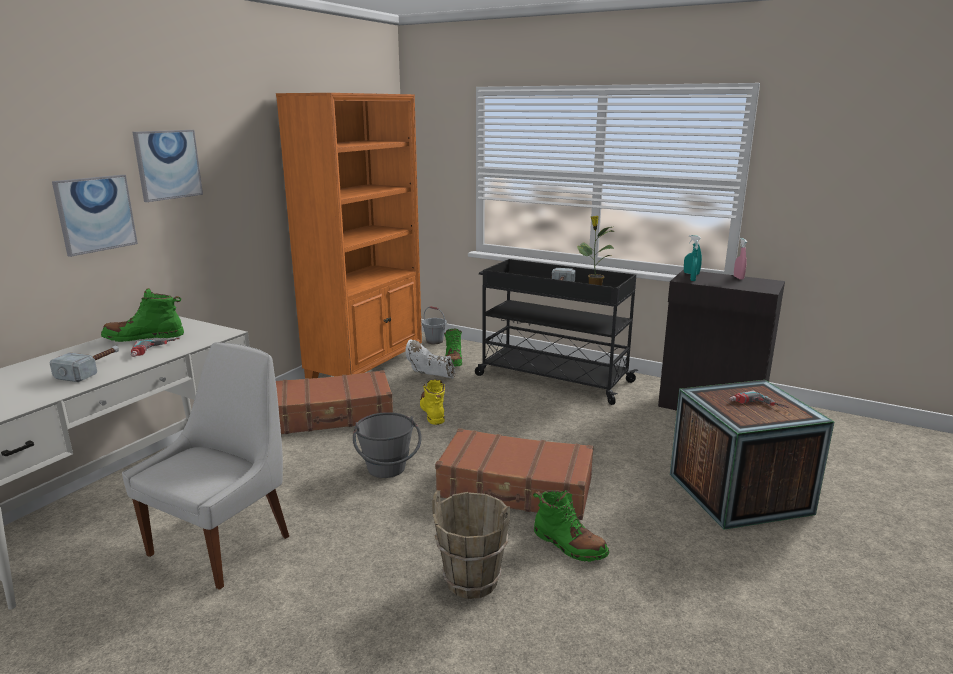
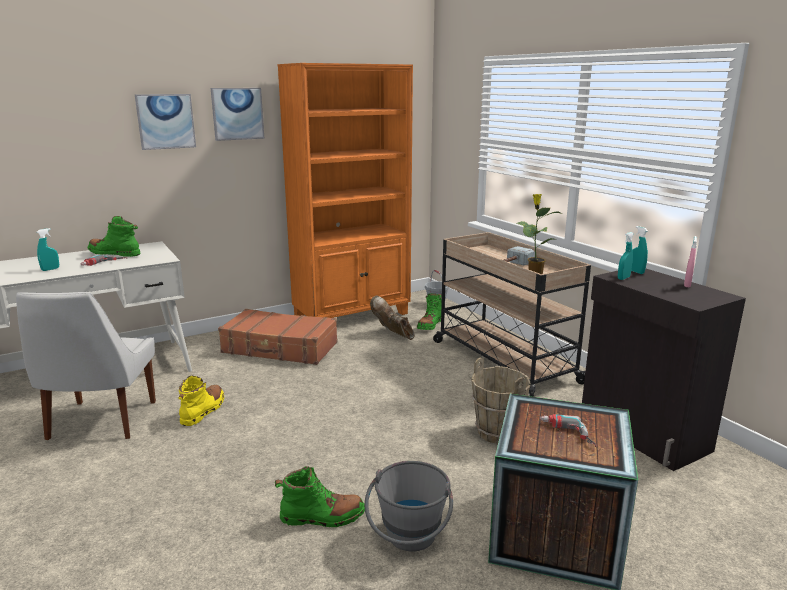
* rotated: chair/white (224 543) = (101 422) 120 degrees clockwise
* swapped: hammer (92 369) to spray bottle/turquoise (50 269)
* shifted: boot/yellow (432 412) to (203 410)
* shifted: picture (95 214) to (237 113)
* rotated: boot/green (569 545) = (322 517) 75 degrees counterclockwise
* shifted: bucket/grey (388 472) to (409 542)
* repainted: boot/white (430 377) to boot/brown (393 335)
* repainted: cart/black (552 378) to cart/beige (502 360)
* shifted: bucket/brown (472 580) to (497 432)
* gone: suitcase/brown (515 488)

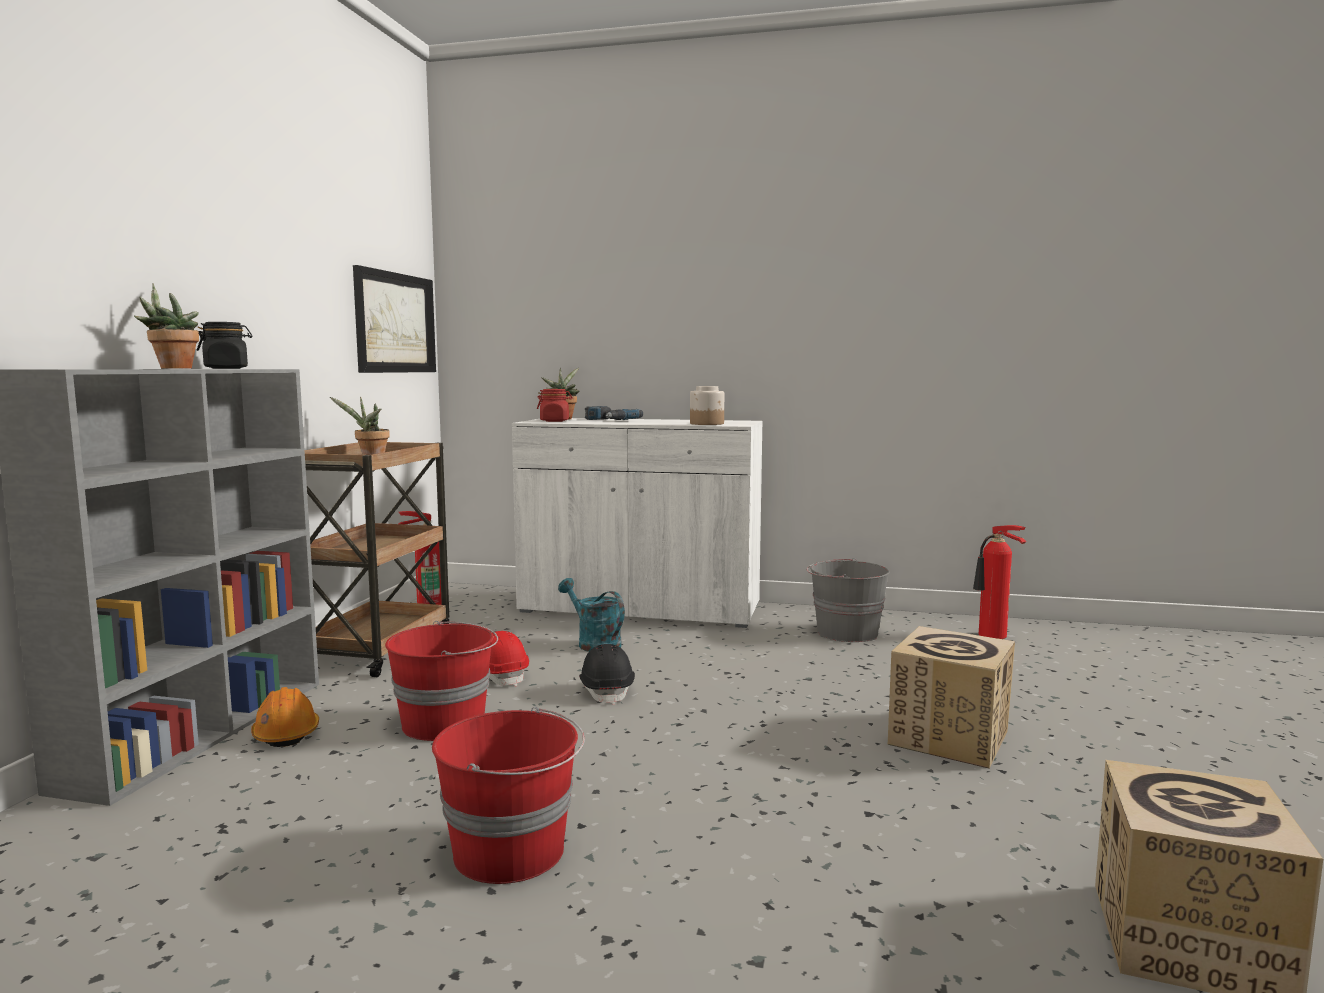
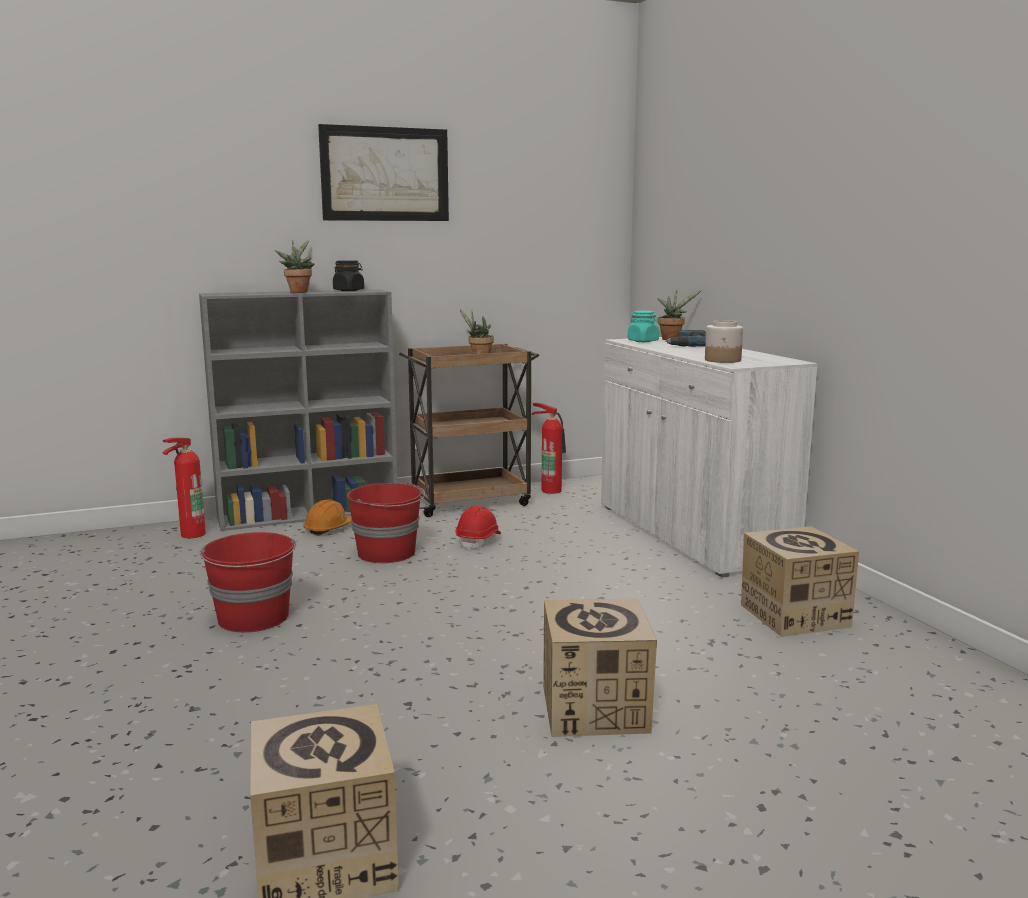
* shifted: fire extinguisher (992 636) to (190 535)
* shifted: picture (395 323) to (385 174)
* repainted: jar/red (555 421) to jar/turquoise (643 341)
* swapped: bucket/grey (845 632) to cardboard box (793 615)
* gone: watering can/turquoise (594 643)
* gone: hard hat/black (607 691)

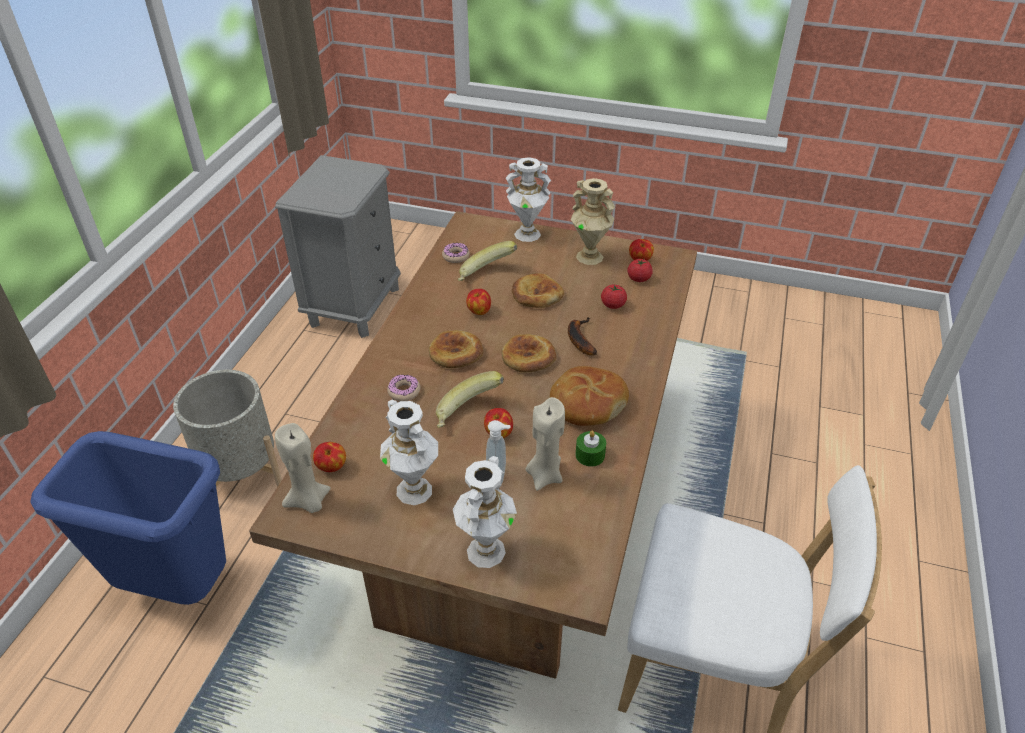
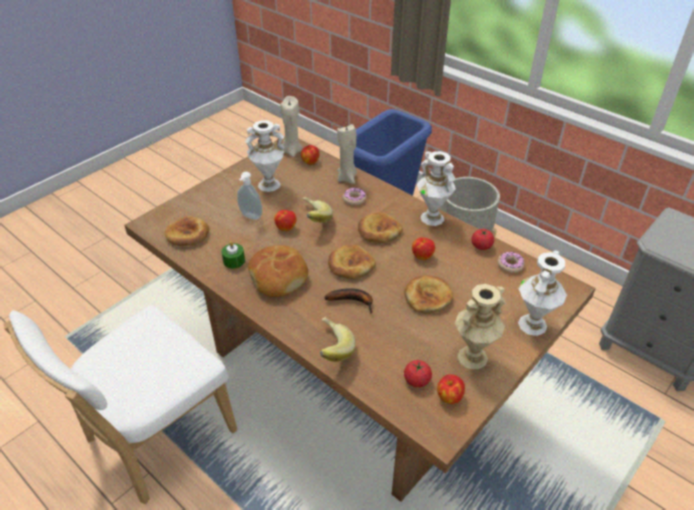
* new: bread (188 234)
* shifted: banana (486 276) to (330 349)
* shifted: candle/beige (545 476) to (347 178)
* shifted: vase/white (485 550) to (432 218)
* shifted: tomato (613 305) to (481 246)

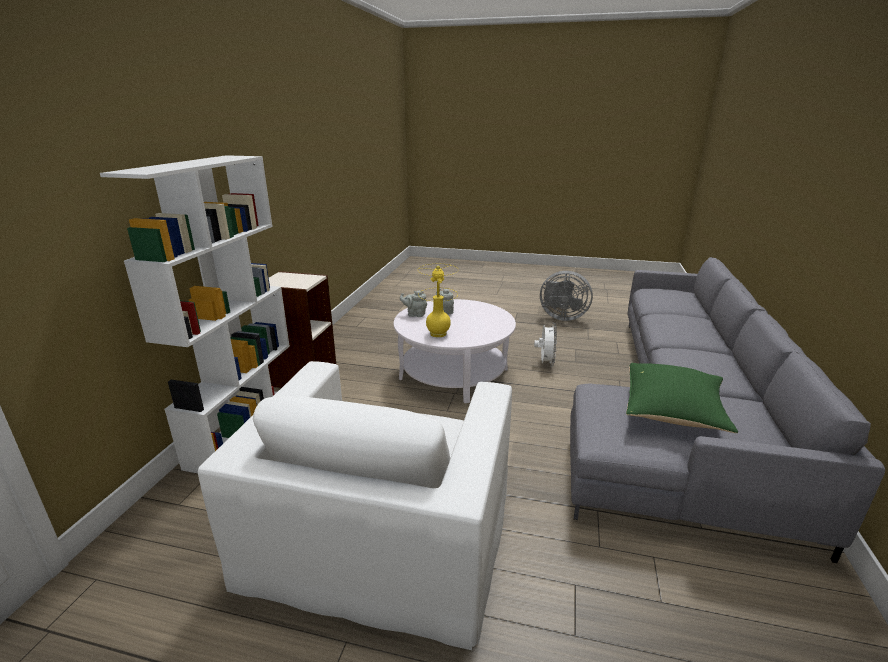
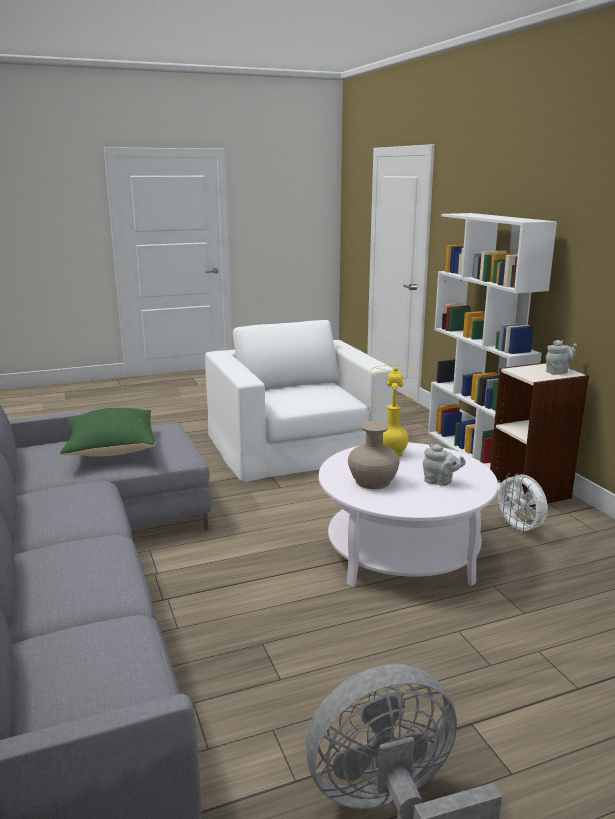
* new: vase/beige (373 481)
* shifted: fan/white (545 363) to (519 530)
* shifted: teapot/grey (415 314) to (558 372)

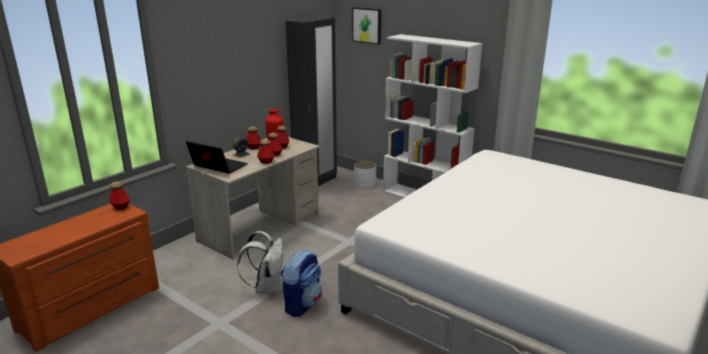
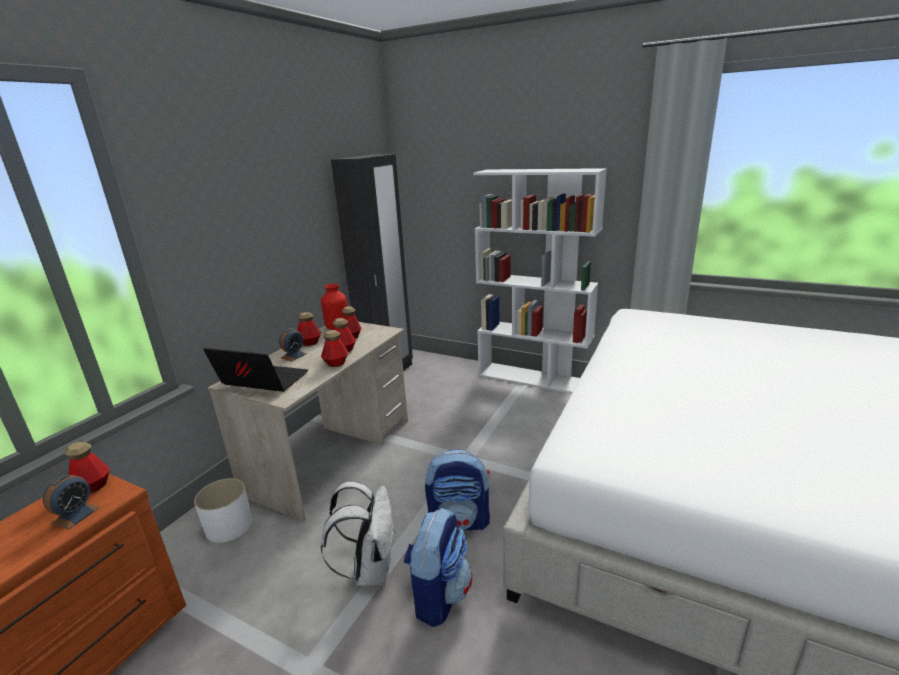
* new: alarm clock (76 515)
* shifted: planter/white (365 183) to (229 526)
* new: backpack (459 521)
* gone: picture (367 25)

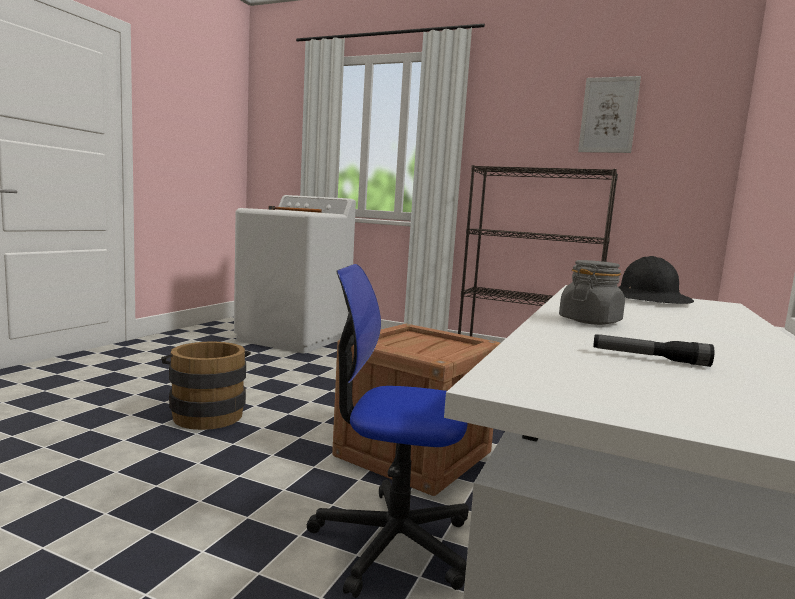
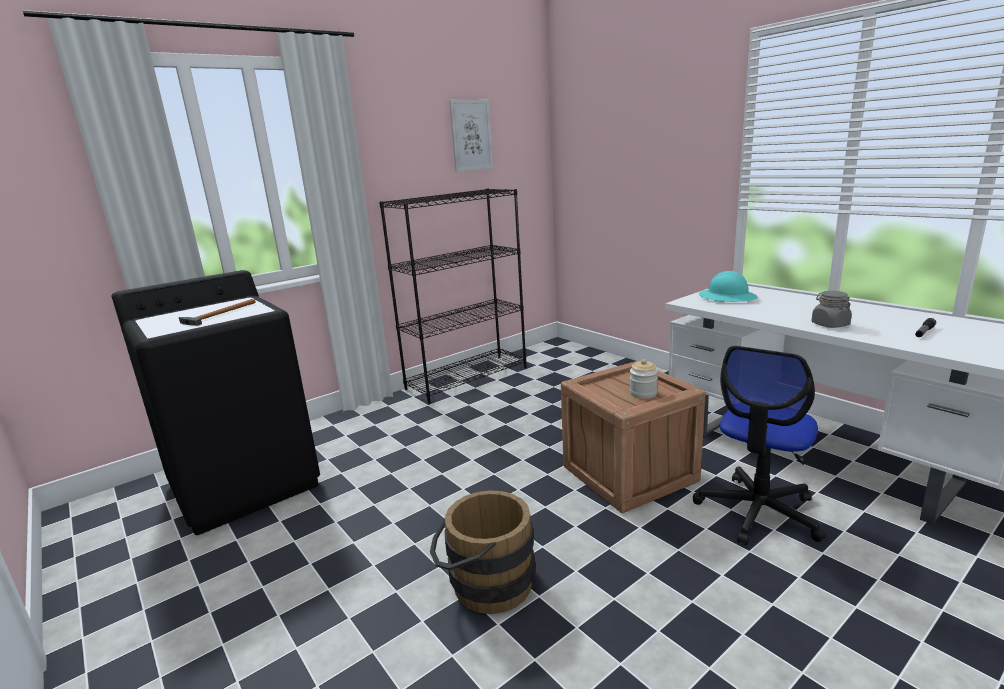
* repainted: washing machine/white (294 338) to washing machine/black (245 483)
* new: jar (643 393)
* repainted: hard hat/black (648 299) to hard hat/turquoise (727 297)

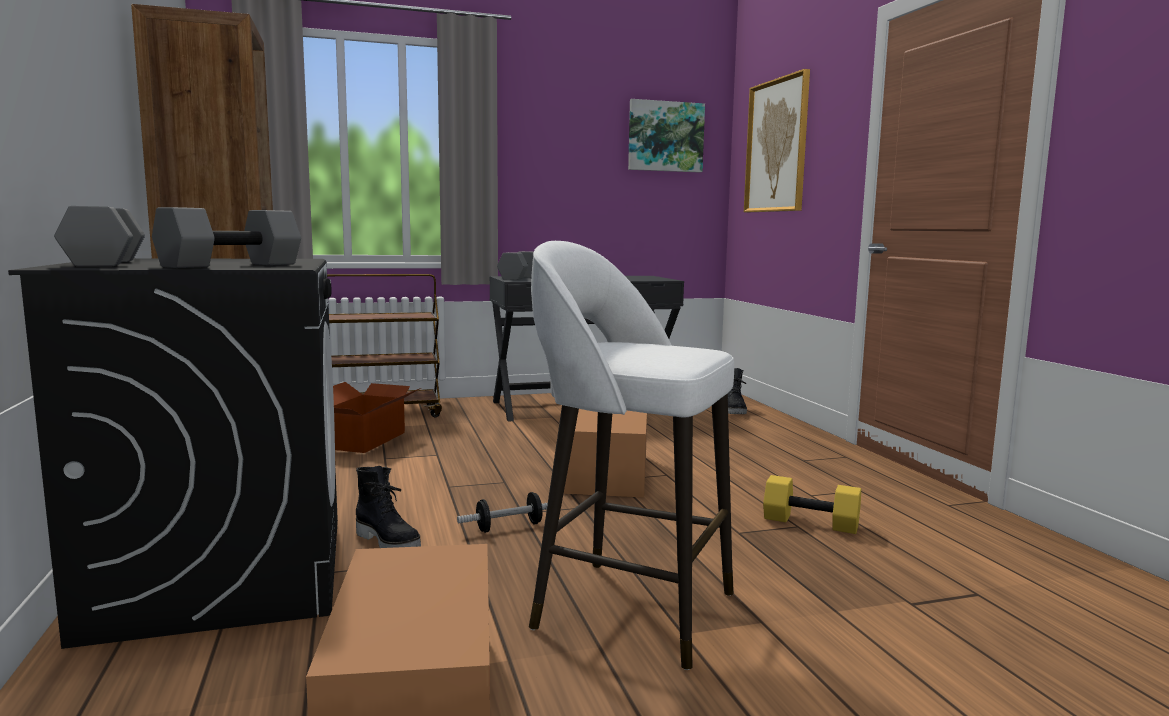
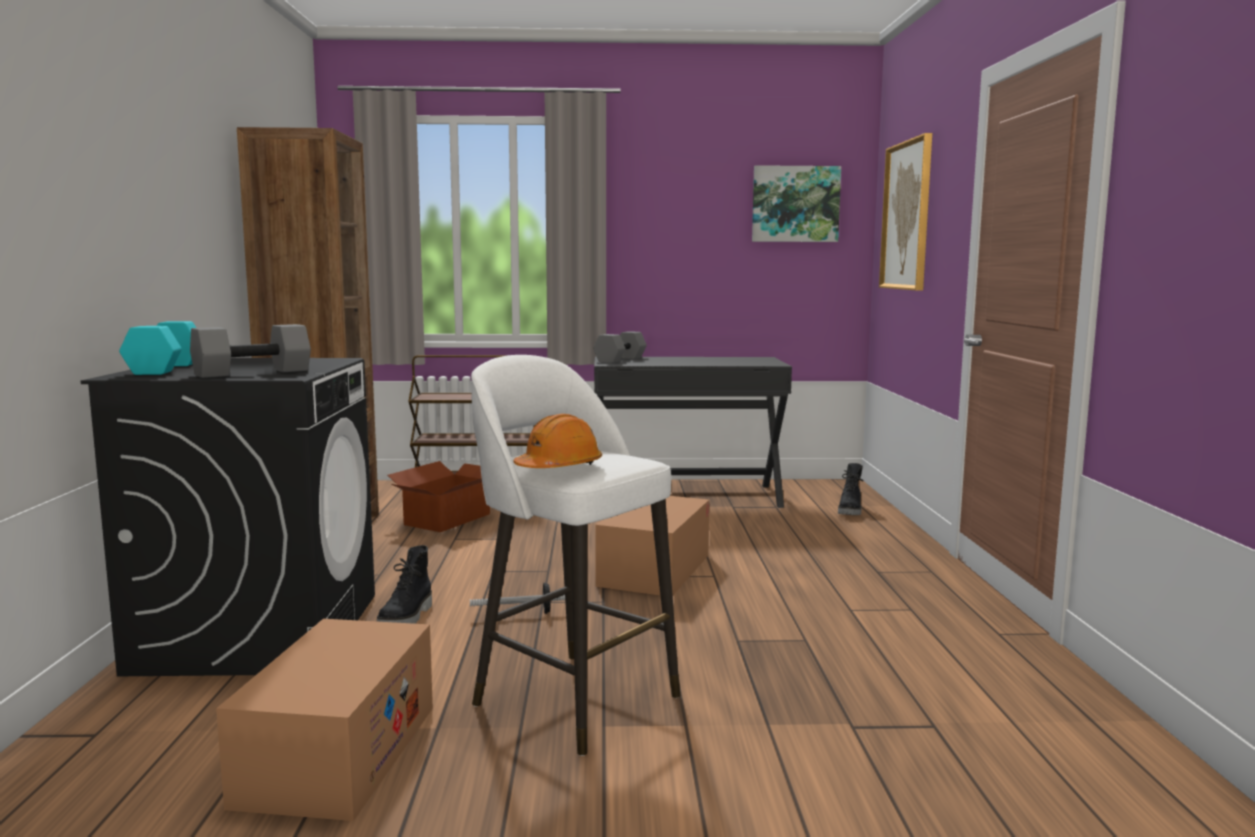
* repainted: dumbbell/grey (108 263) to dumbbell/turquoise (167 369)
* rotated: boot/black (389 542) = (407 618) 45 degrees clockwise
* new: hard hat/orange (559 468)
* gone: dumbbell/yellow (811 522)

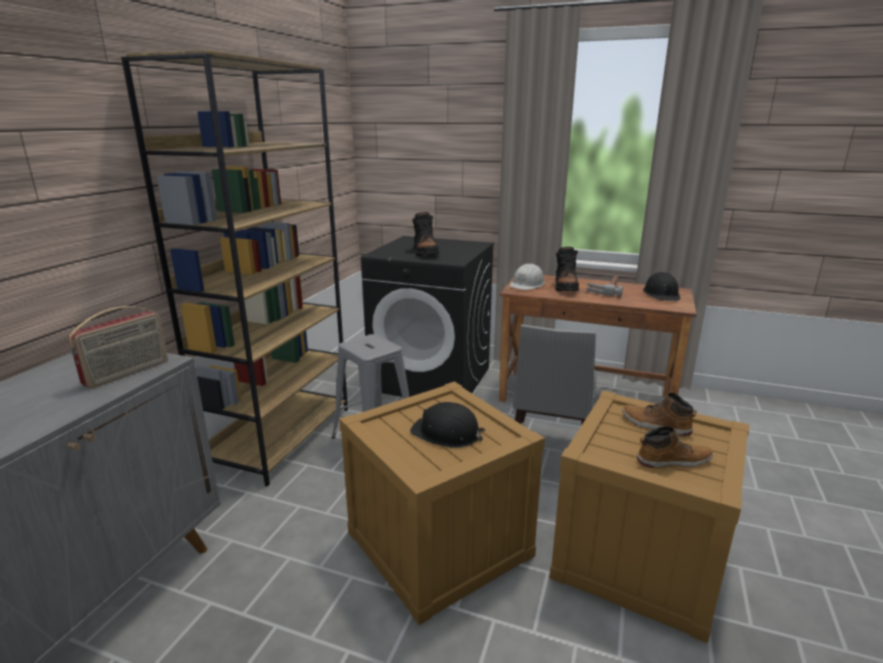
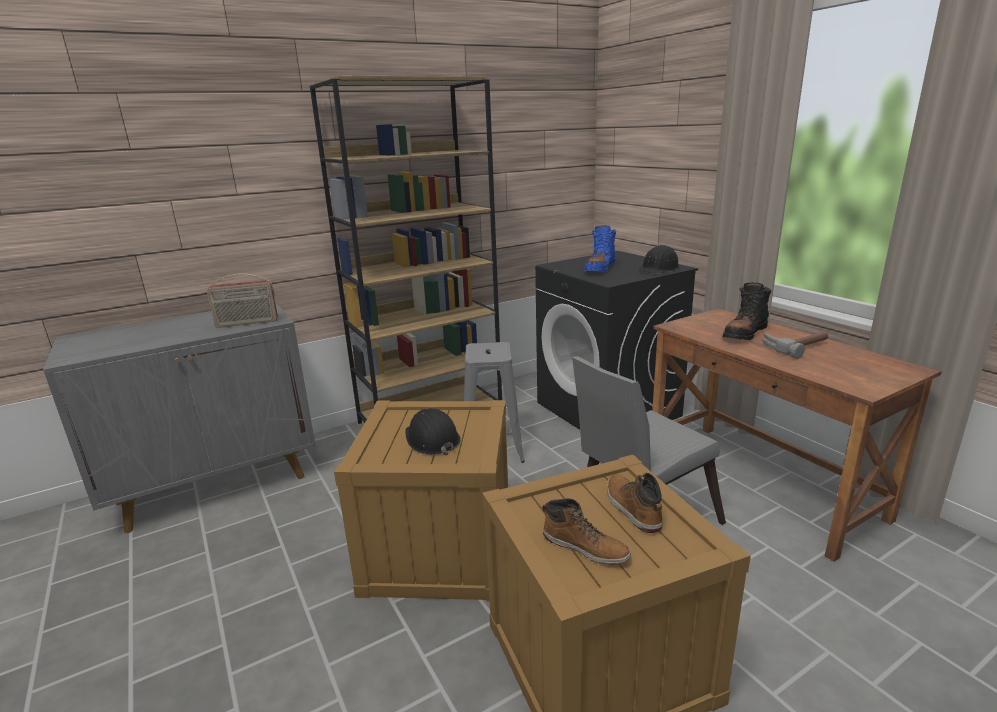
* repainted: boot/black (425 252) to boot/blue (600 269)
* shifted: hard hat/black (661 294) to (659 269)
* gone: hard hat/white (527 284)

